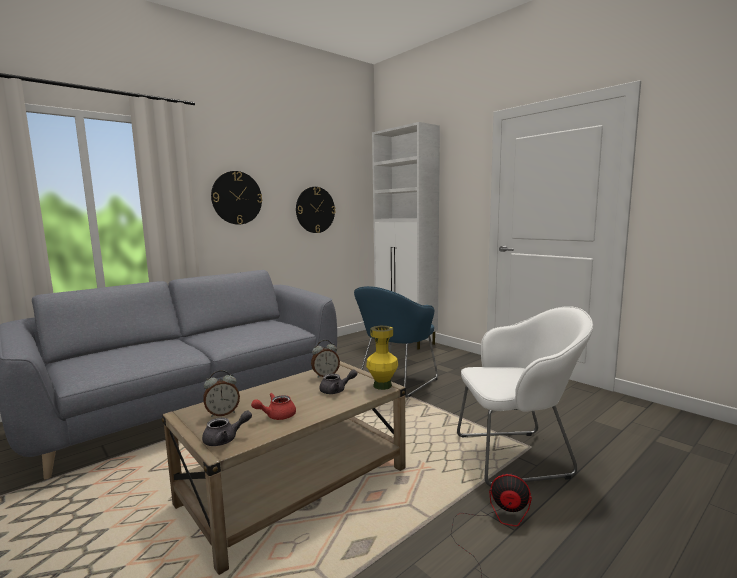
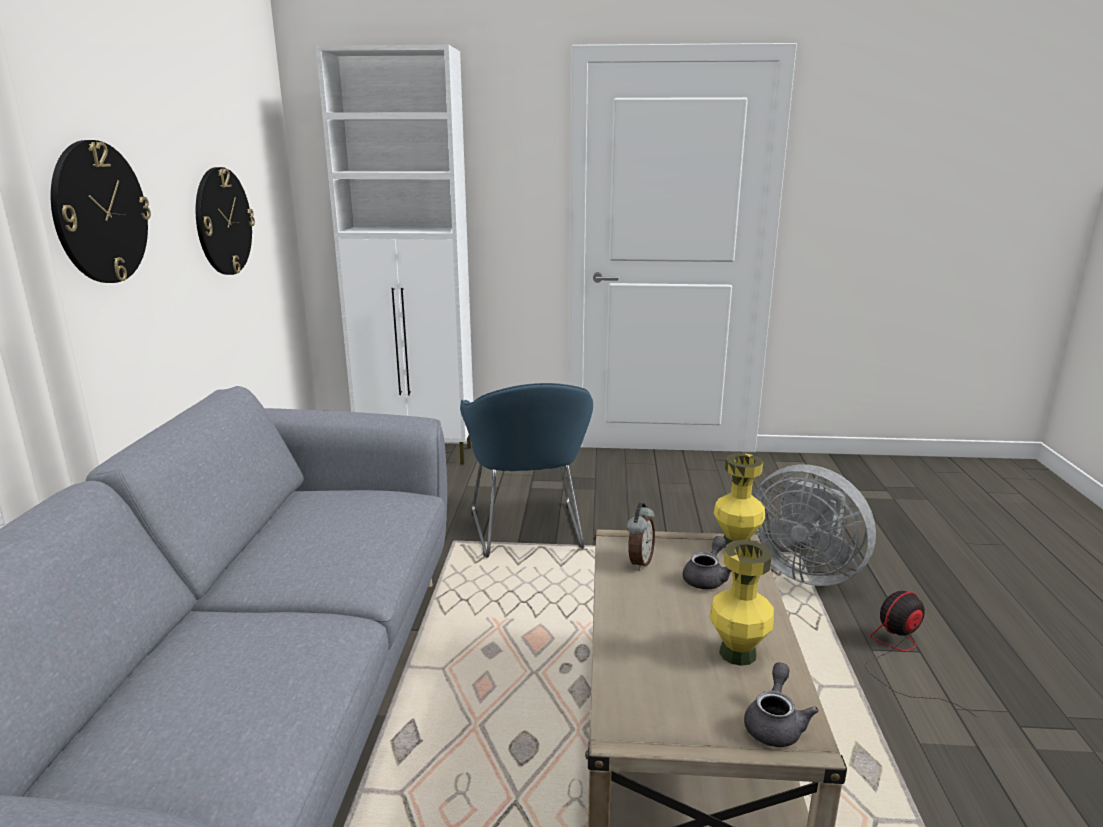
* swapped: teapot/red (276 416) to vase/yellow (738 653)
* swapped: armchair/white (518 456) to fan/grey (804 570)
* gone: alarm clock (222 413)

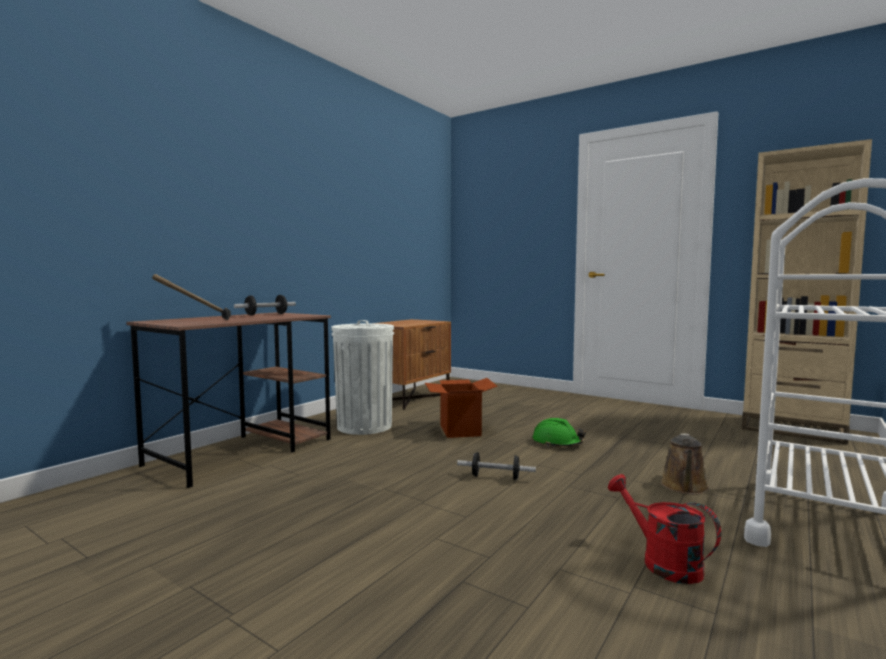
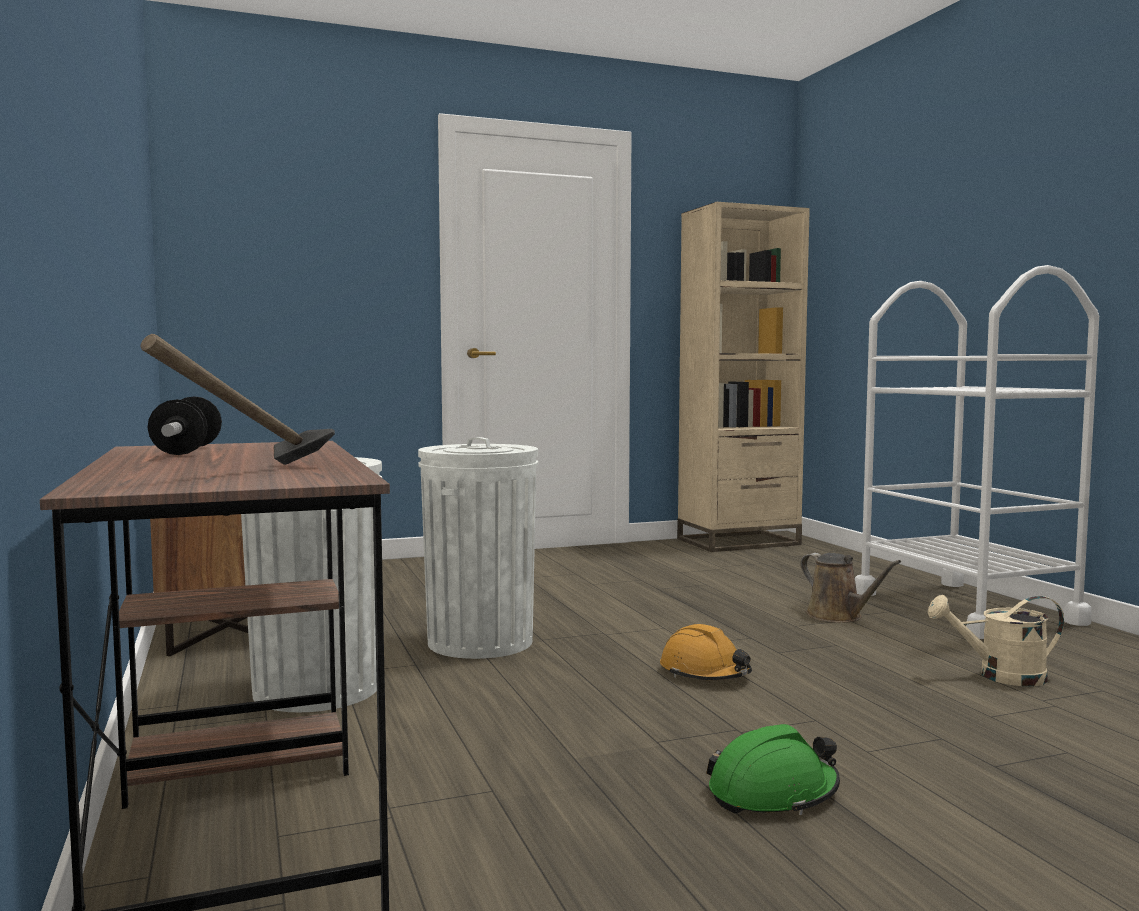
* swapped: cardboard box (460 430) to trash can/white (480 642)
* swapped: dumbbell (495 477) to hard hat/orange (705 673)
* shifted: hard hat/green (557 443) to (773 794)
* repainted: watering can/red (662 562) to watering can/beige (1000 676)

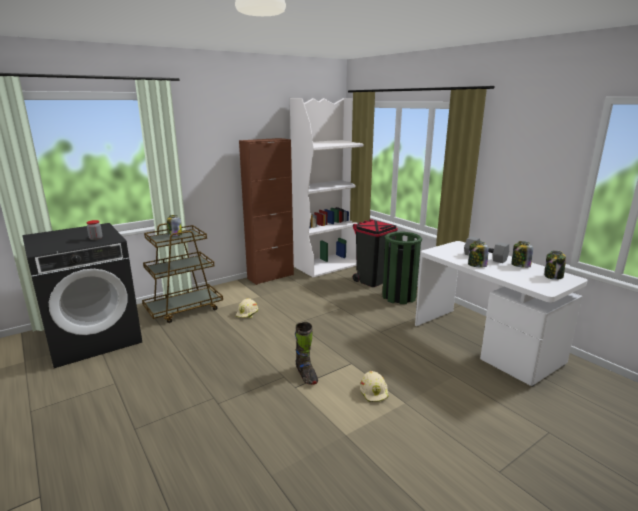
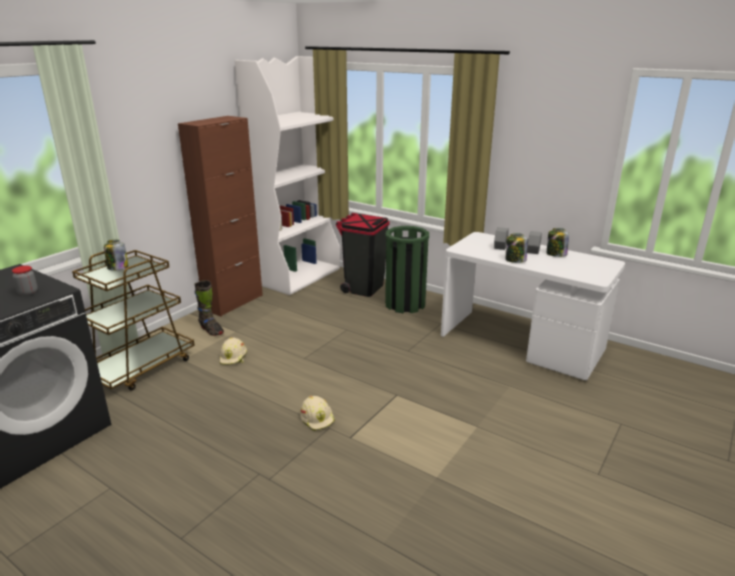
* shifted: boot/black (306 375) to (211 330)
* shifted: hard hat/beige (374 392) to (318 418)
* gone: jar (553 276)

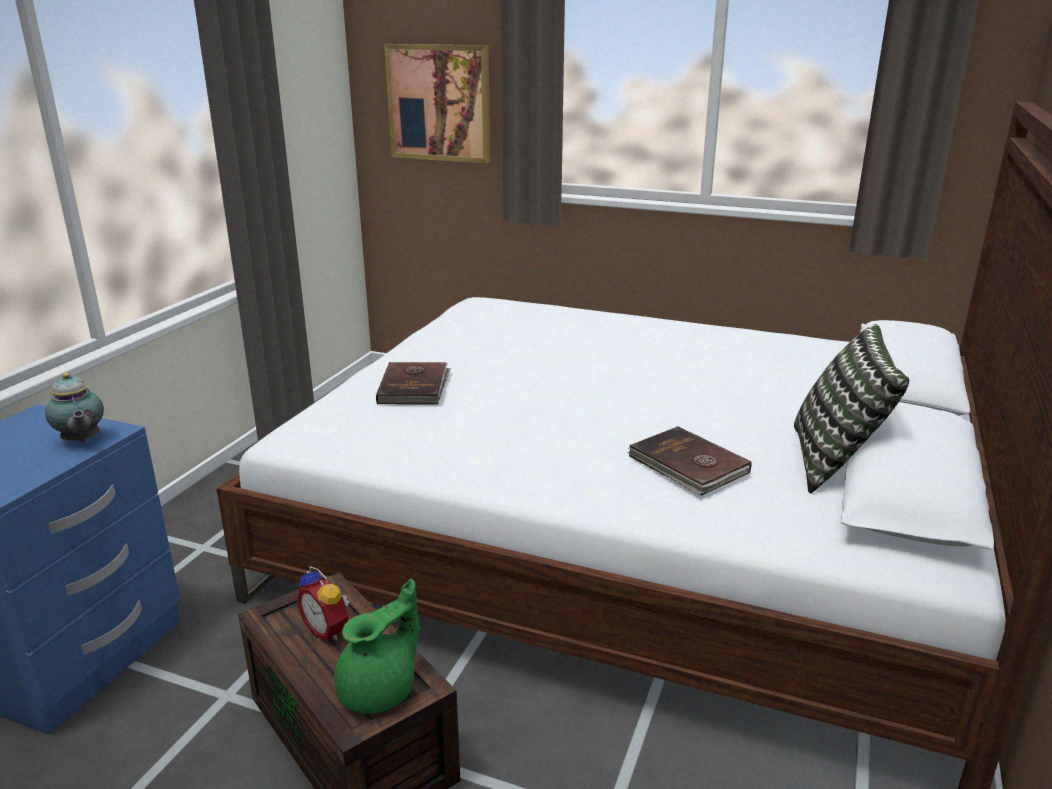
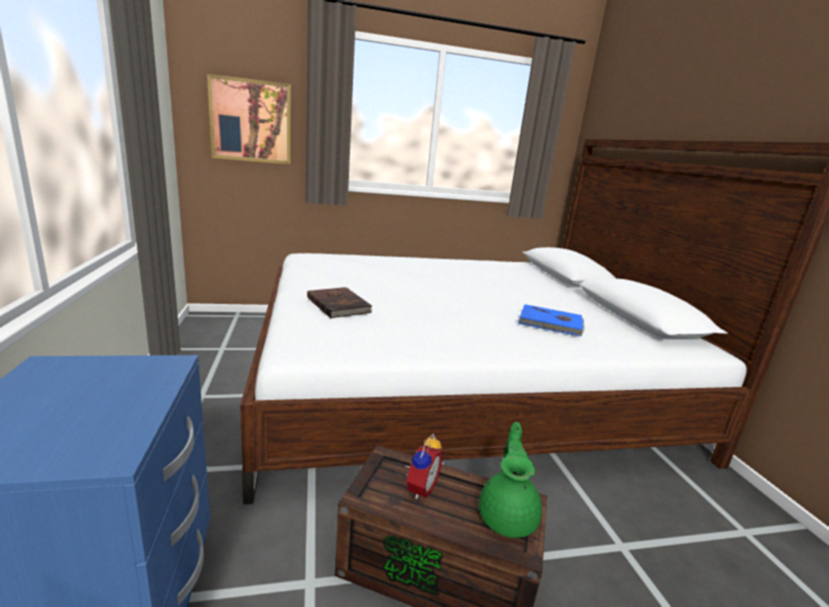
* rotated: alarm clock (329 629) = (419 487) 75 degrees counterclockwise
* repainted: book/brown (687 465) to book/blue (550 323)
* gone: teapot (81 441)
* gone: pillow (836 460)

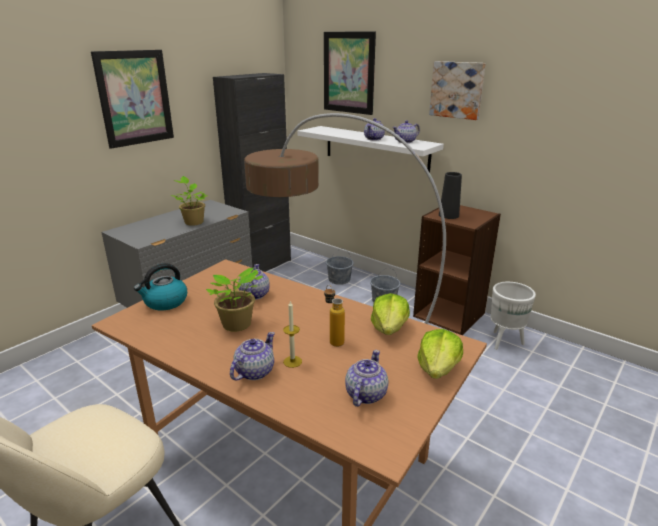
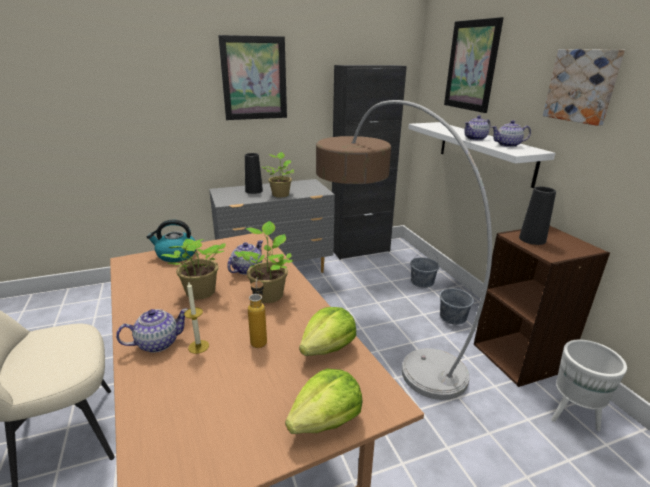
* new: potted plant (268 294)
* new: vase/black (254 191)
* gone: teapot (365 394)

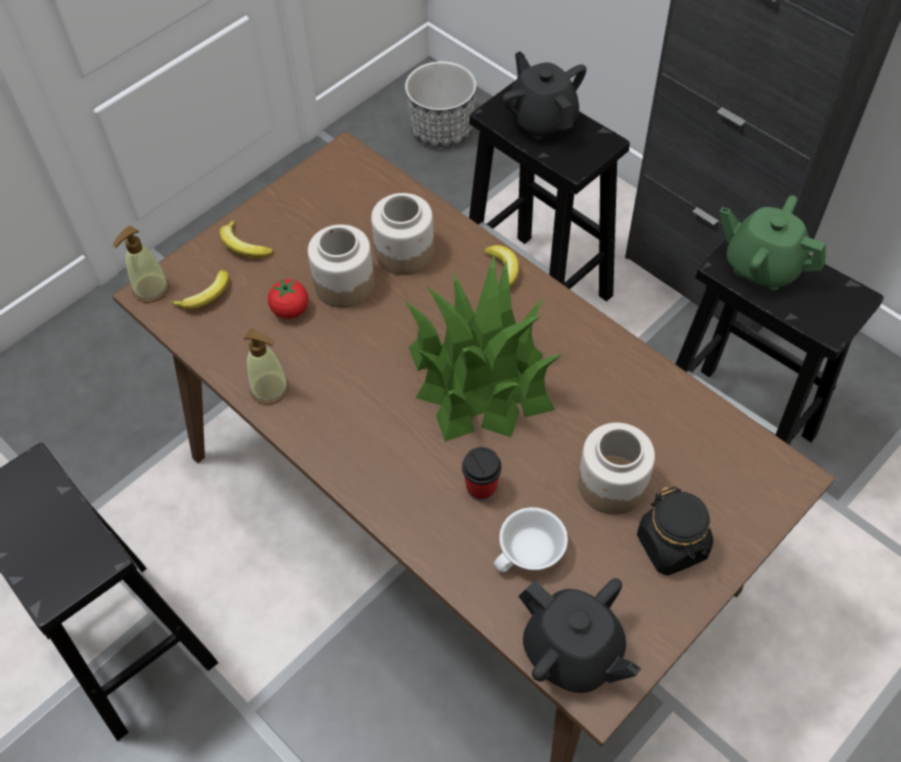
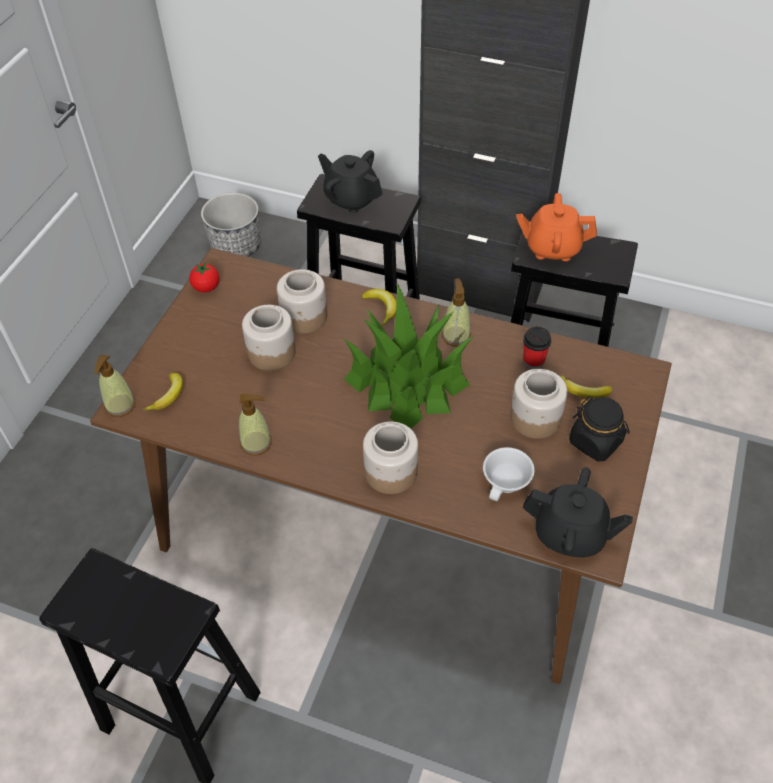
* shifted: tomato (290 310) to (206 287)
* new: jar (390 472)
* new: soap dispenser (456 336)
* repainted: teapot/green (762 266) to teapot/orange (552 248)
* shifted: cup (481 488) to (533 361)
* shifted: banana (243 246) to (584 392)

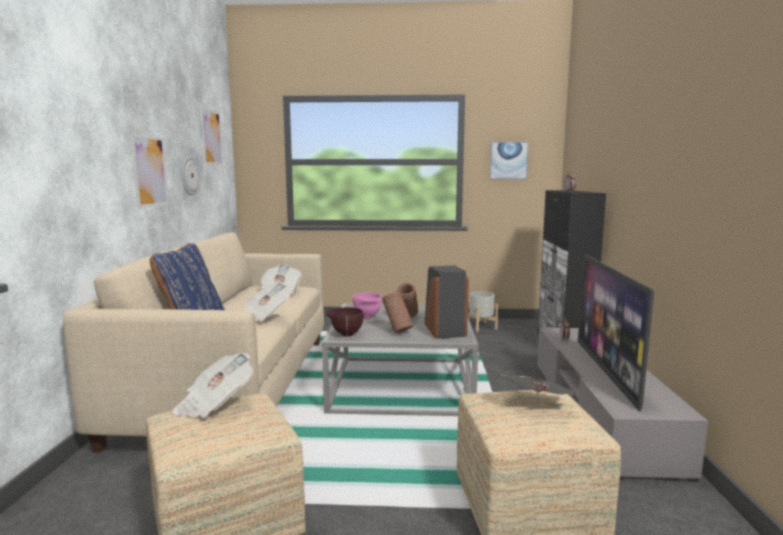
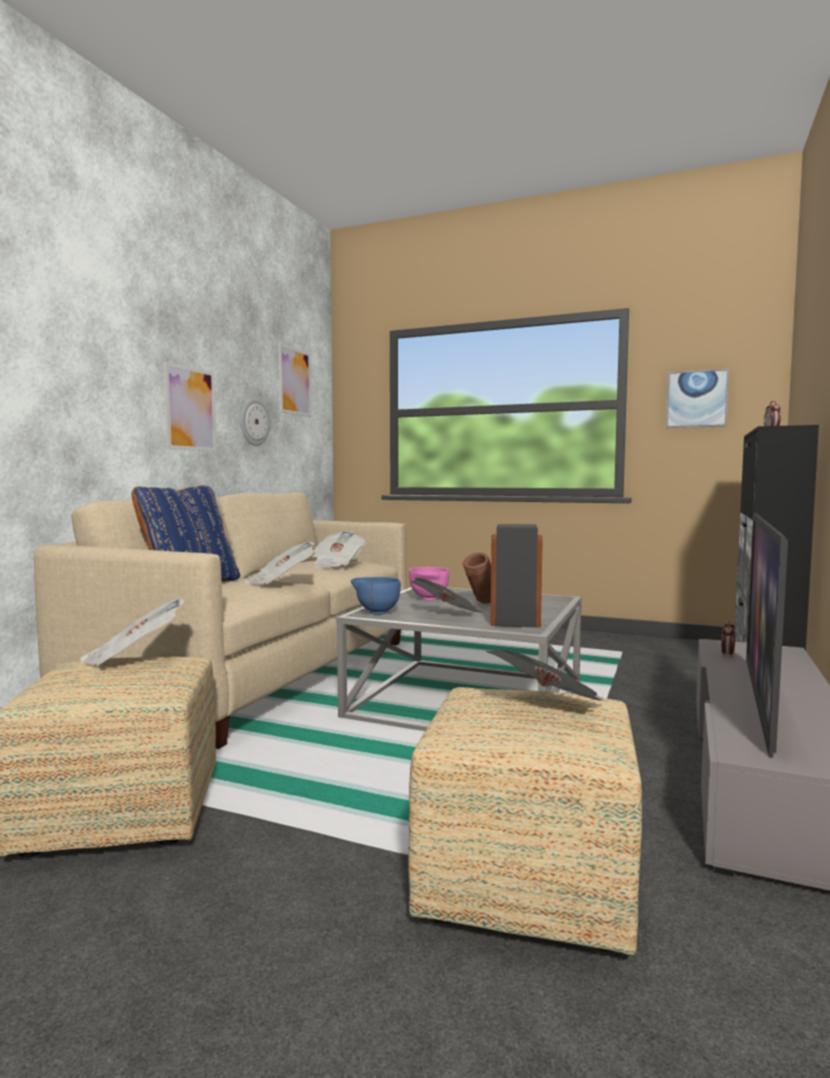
* repainted: bowl/brown (345 335) to bowl/blue (375 613)
* swapped: vase/brown (397 331) to newspaper (448 615)
* gone: planter/grey (481 327)

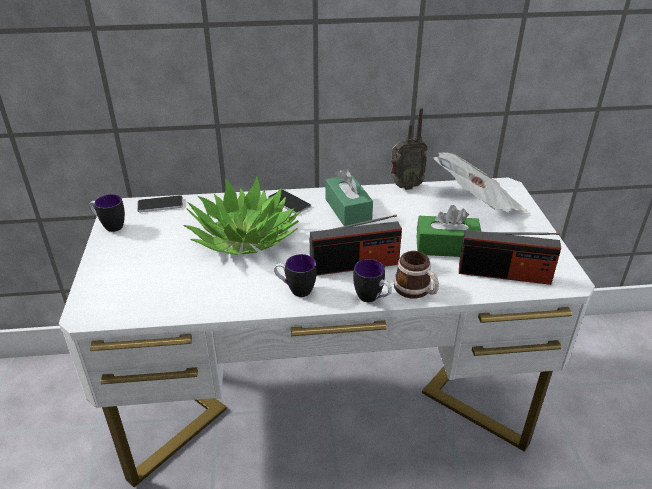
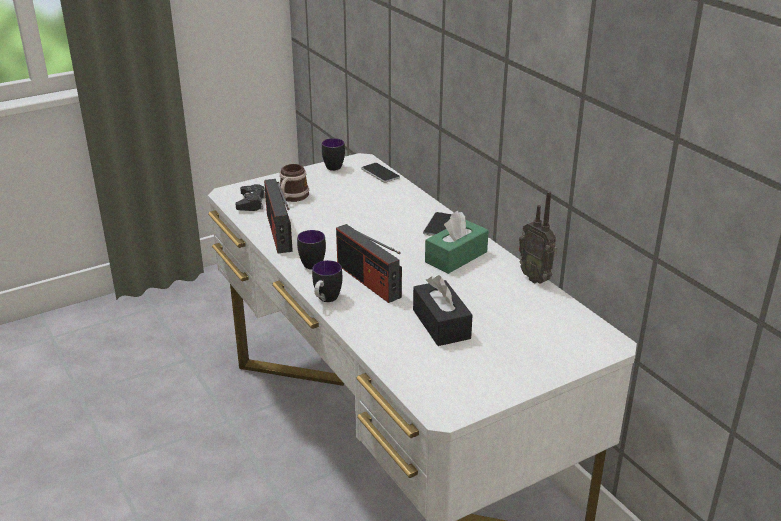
* new: game controller/black (251 203)
* shifted: radio (504 274) to (279 232)
* shifted: mug (416 290) to (292 197)
* repainted: tissue box/green (446 247) to tissue box/black (441 324)
* gone: potted plant (244 238)
* gone: newspaper (477 205)

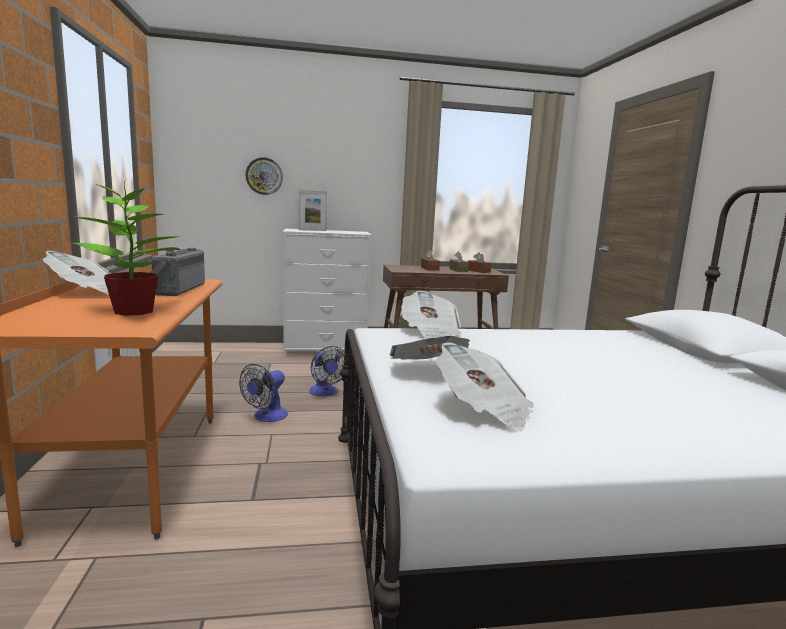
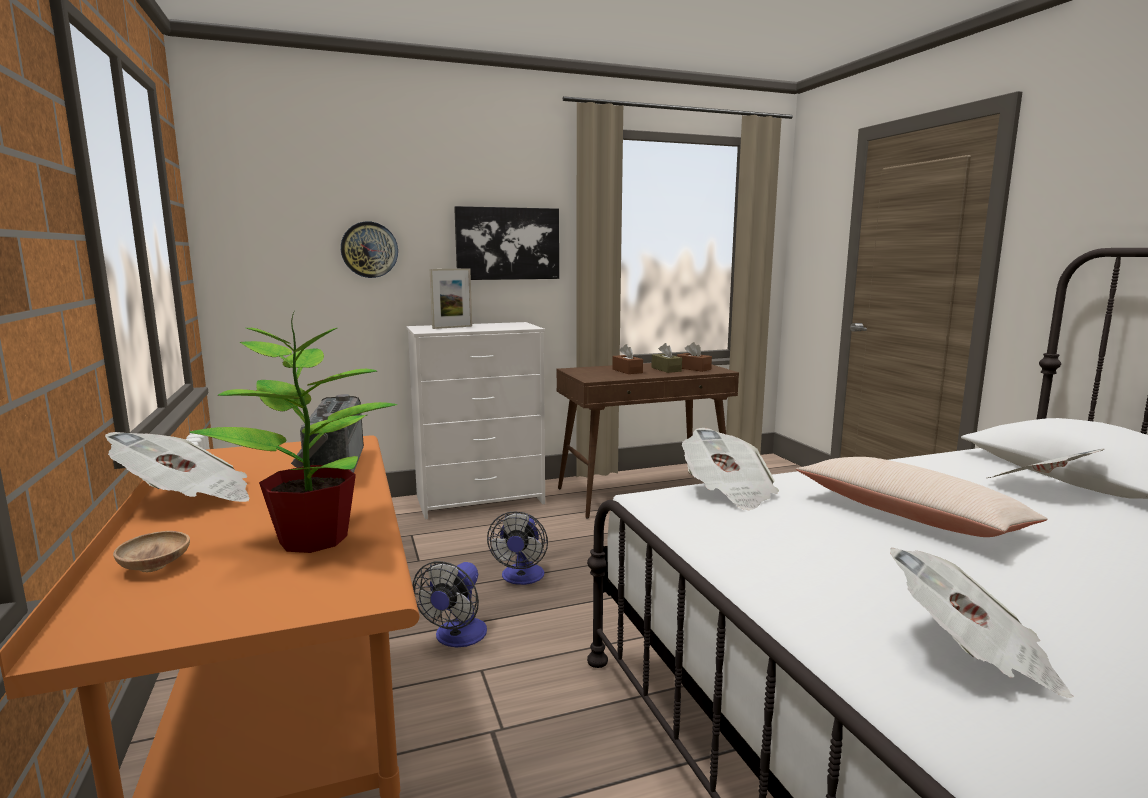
* new: bowl/brown (155 566)
* new: picture (507 243)
* rotated: fan (325 392) = (521 578) 45 degrees clockwise
* new: pillow/beige (910 516)
* shifted: newspaper (427 371) to (1037 489)

